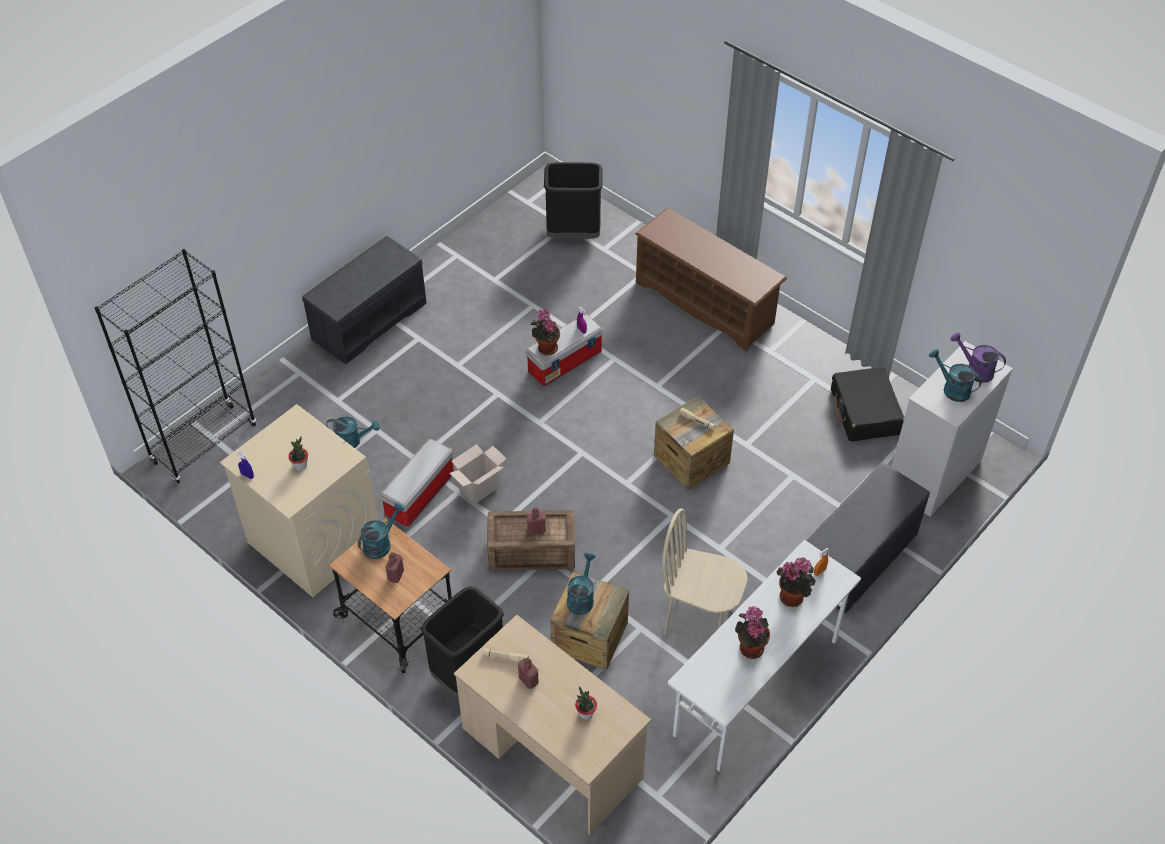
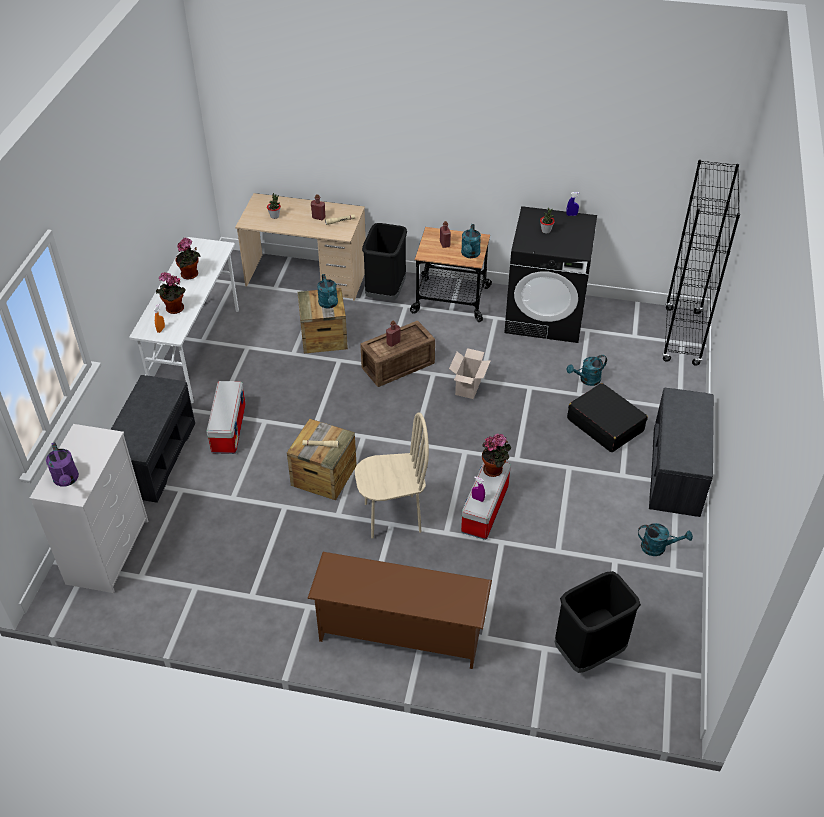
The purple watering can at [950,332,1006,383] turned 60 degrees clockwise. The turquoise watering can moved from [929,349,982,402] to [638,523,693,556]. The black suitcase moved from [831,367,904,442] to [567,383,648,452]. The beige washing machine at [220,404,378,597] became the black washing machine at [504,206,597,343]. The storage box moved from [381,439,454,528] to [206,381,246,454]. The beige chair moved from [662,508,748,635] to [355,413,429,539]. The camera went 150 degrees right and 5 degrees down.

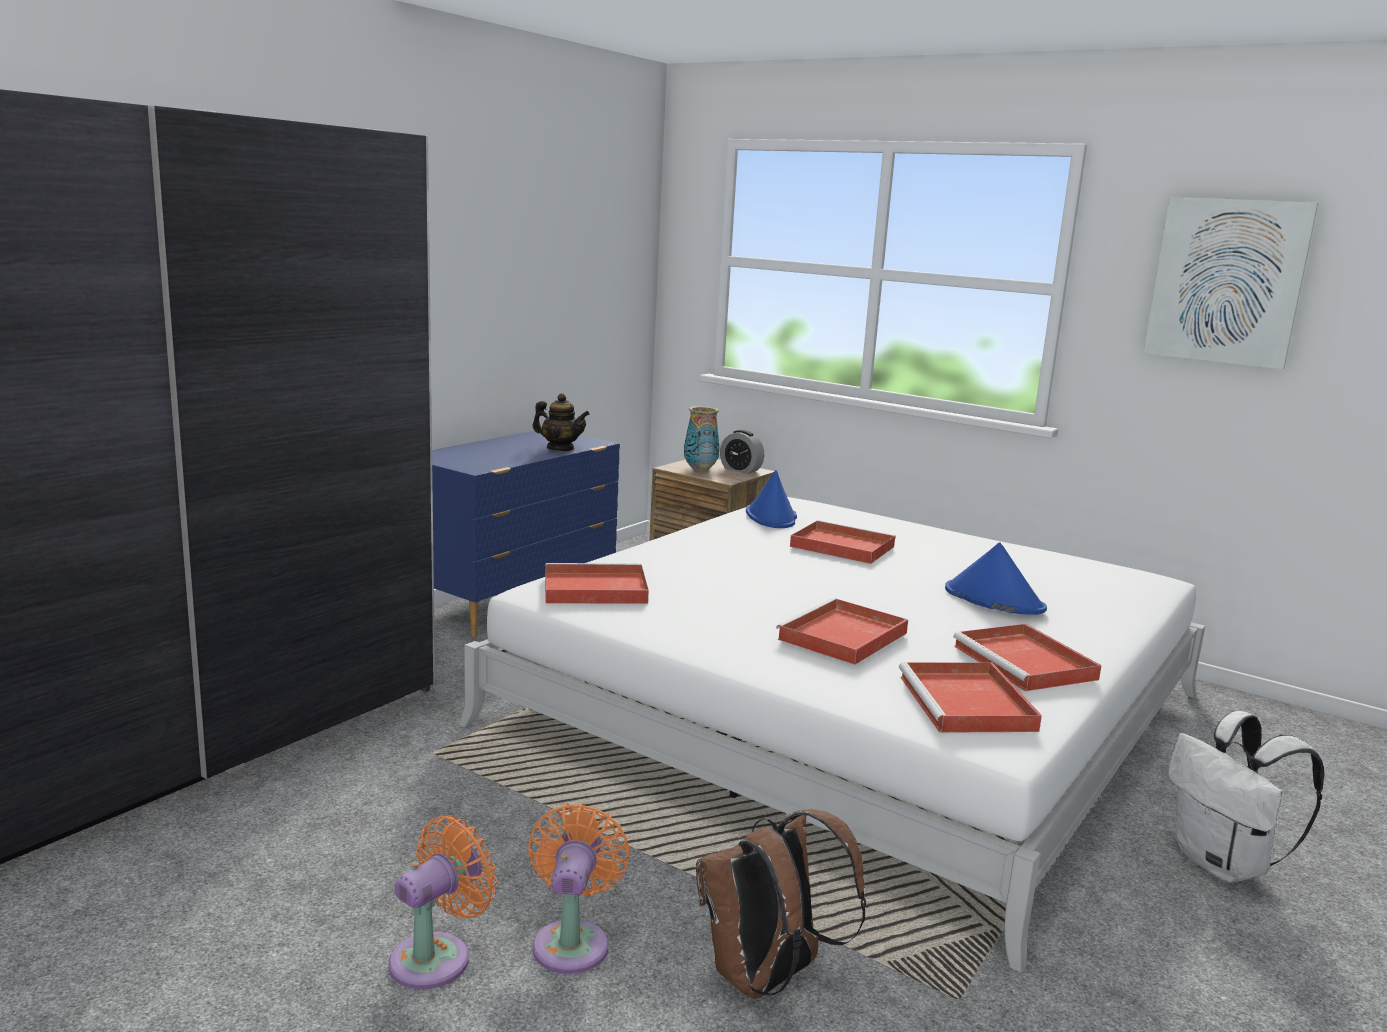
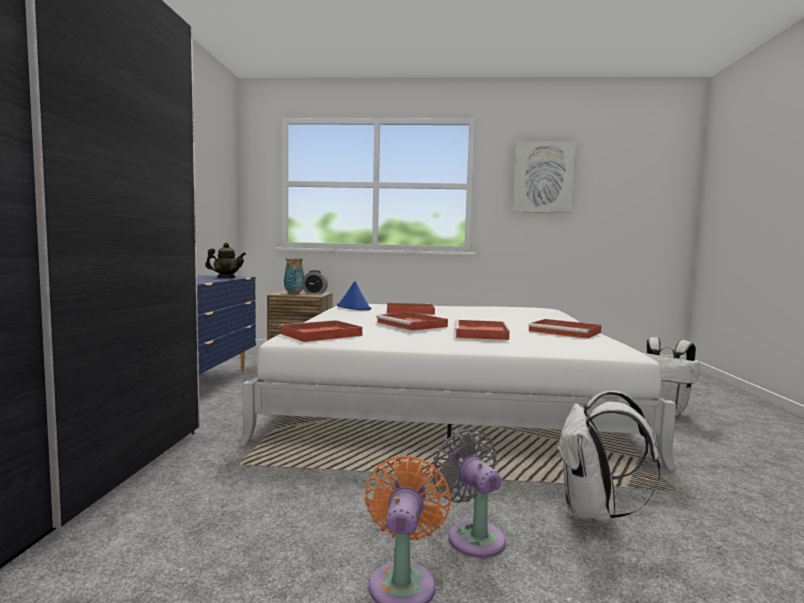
The blue hat at [945,542,1047,615] disappeared. The red tray moved from [899,662,1042,733] to [376,312,448,331]. The orange fan at [528,803,630,974] became the grey fan at [432,429,506,558]. The brown backpack at [696,809,866,999] became the white backpack at [557,391,661,524]. The camera went 30 degrees left and 10 degrees down.

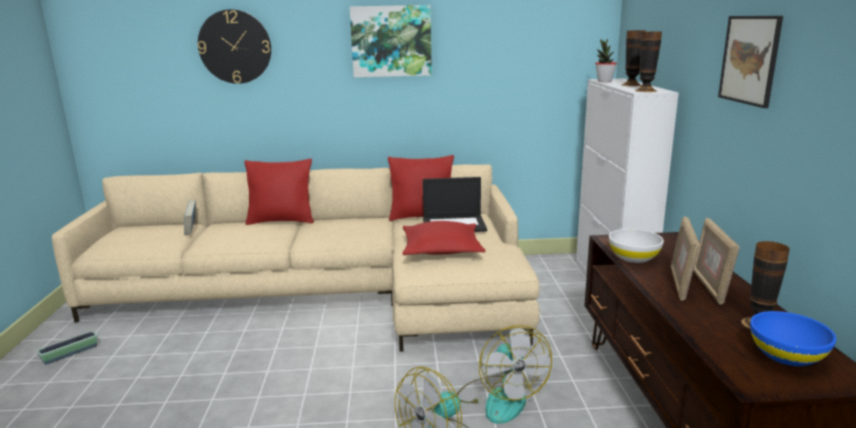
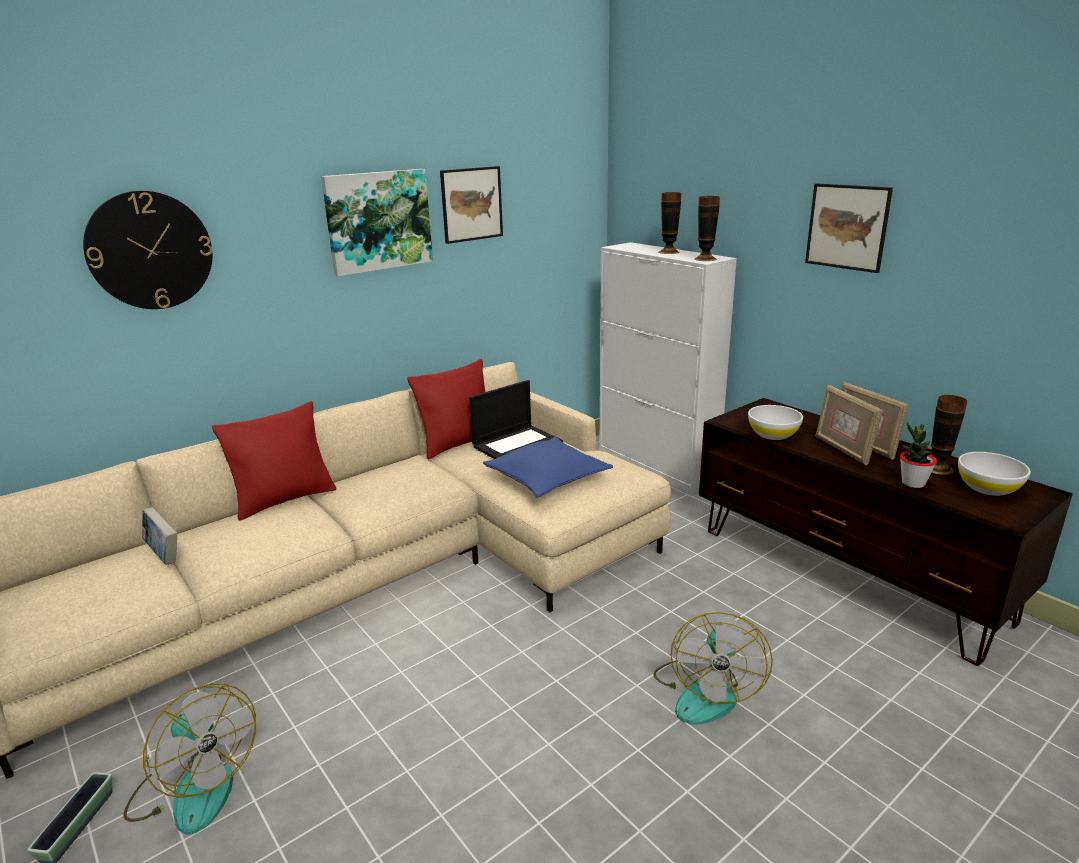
The potted plant moved from [595,39,617,82] to [900,422,937,488]. The red pillow at [402,221,485,255] became the blue pillow at [483,437,613,498]. The blue bowl at [750,311,836,366] became the white bowl at [958,452,1031,496]. The fan moved from [457,325,552,424] to [123,683,256,835]. The picture at [440,166,503,244] appeared. The camera went 35 degrees left and 5 degrees up.

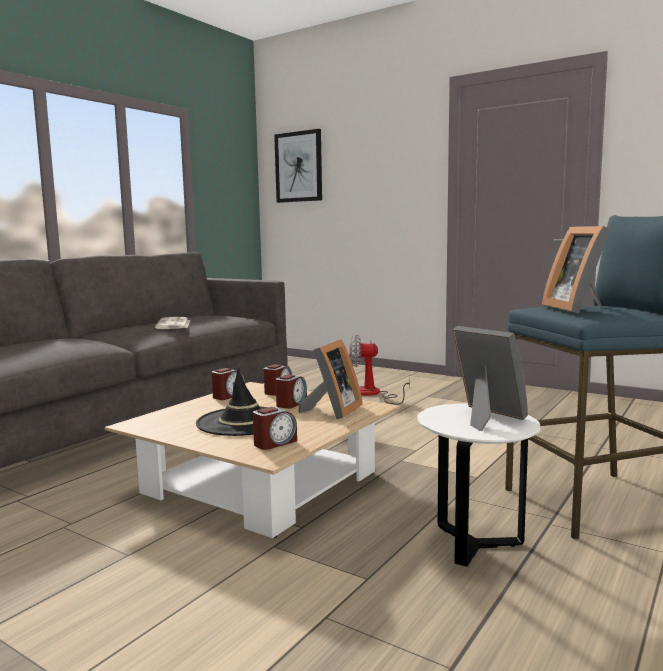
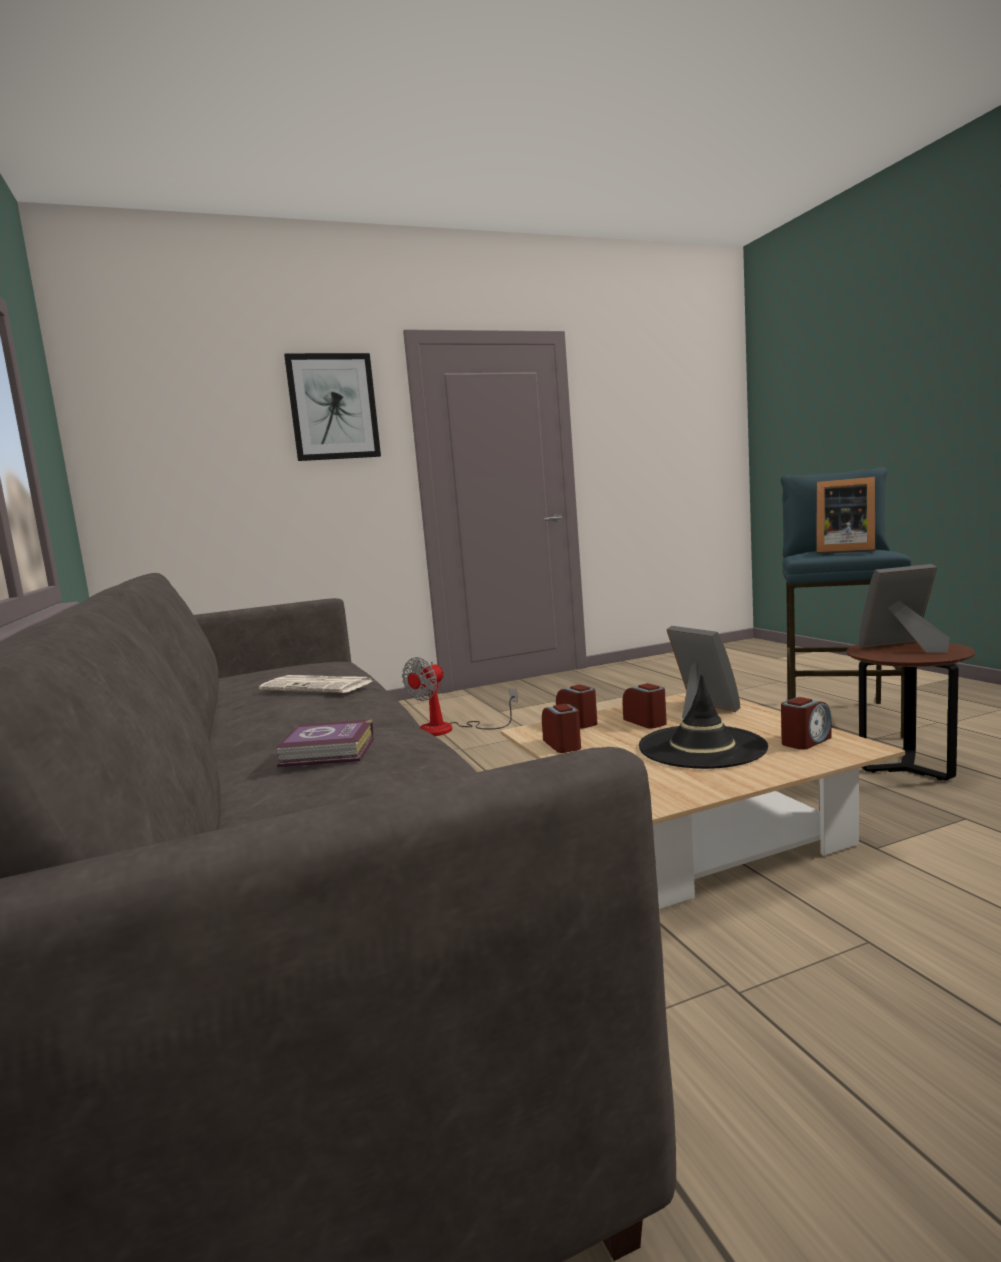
The picture moved from [274,129,322,203] to [284,353,381,461]. The white side table at [417,404,540,567] became the brown side table at [846,642,975,780]. The alarm clock at [253,407,297,450] turned 60 degrees clockwise. The book at [275,719,374,767] appeared. The camera went 55 degrees left and 0 degrees up.

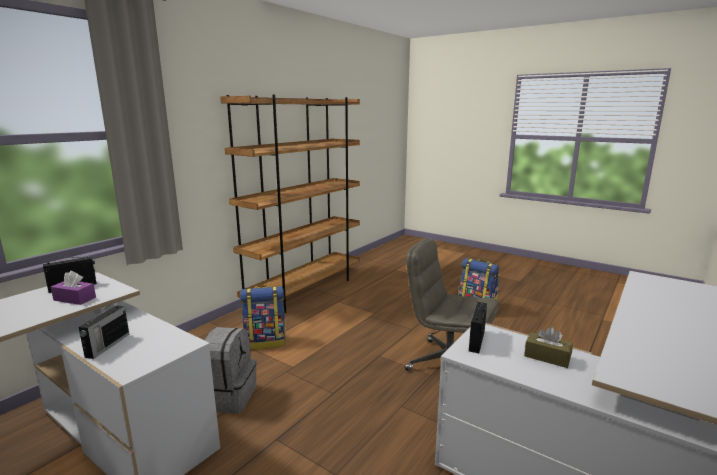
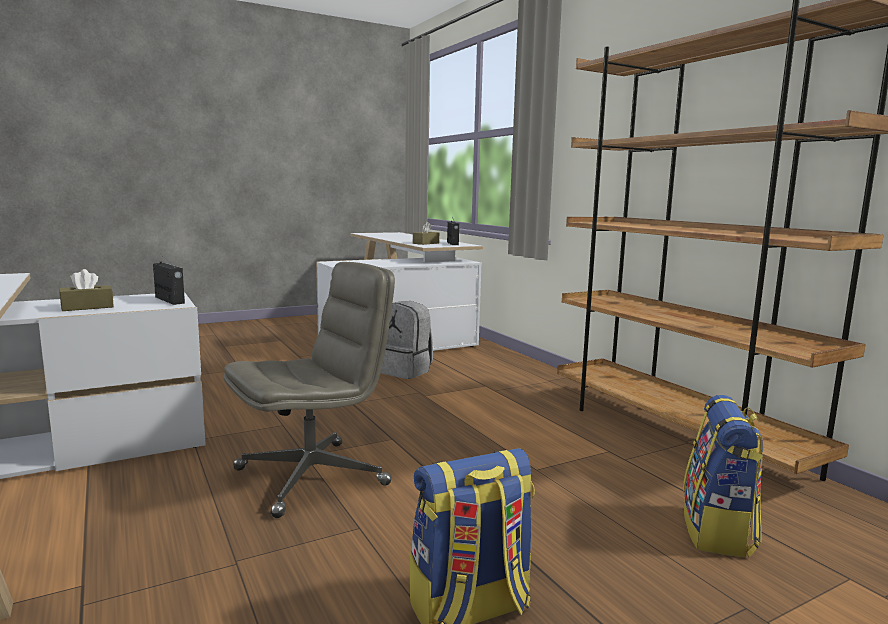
The purple tissue box at [51,271,96,305] became the brown tissue box at [413,222,439,245]. The backpack moved from [240,285,286,350] to [683,395,763,557]. The radio at [79,300,129,359] disappeared. The camera went 115 degrees right and 5 degrees down.

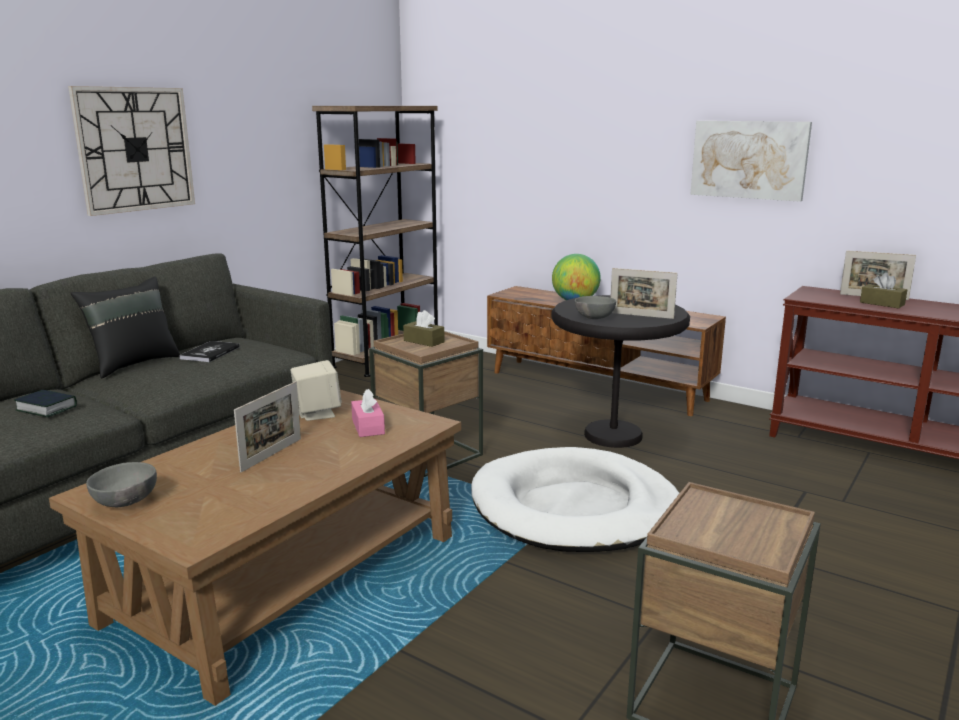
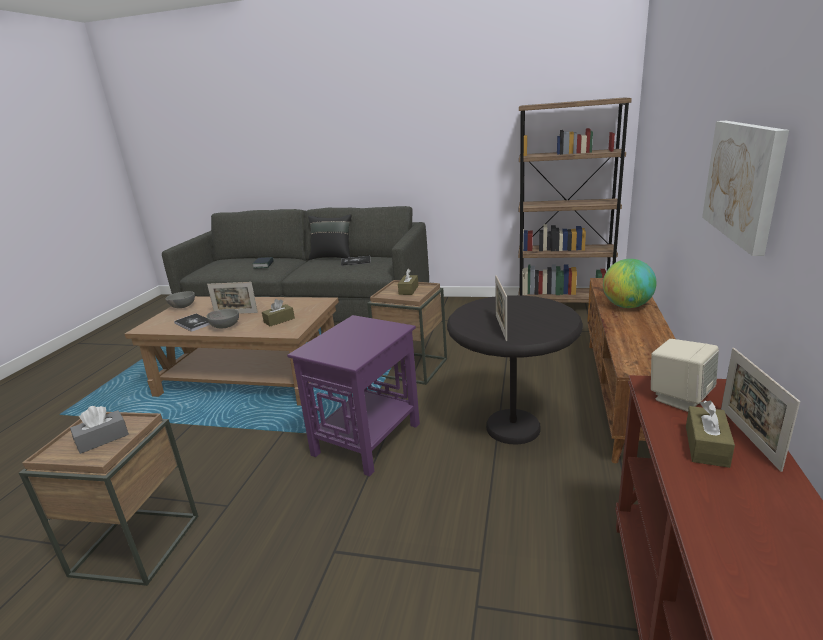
The wall clock at [68,86,195,216] disappeared. The grey bowl moved from [575,296,616,319] to [207,309,239,328]. The beige speaker moved from [291,360,342,421] to [651,339,719,412]. The pink tissue box at [351,389,385,437] became the brown tissue box at [262,299,295,326]. The white dog bed at [471,447,679,552] was replaced by the purple side table at [287,315,420,477]. The book at [174,314,210,332] appeared. The grey tissue box at [70,406,129,454] appeared. The camera went 70 degrees right and 5 degrees up.

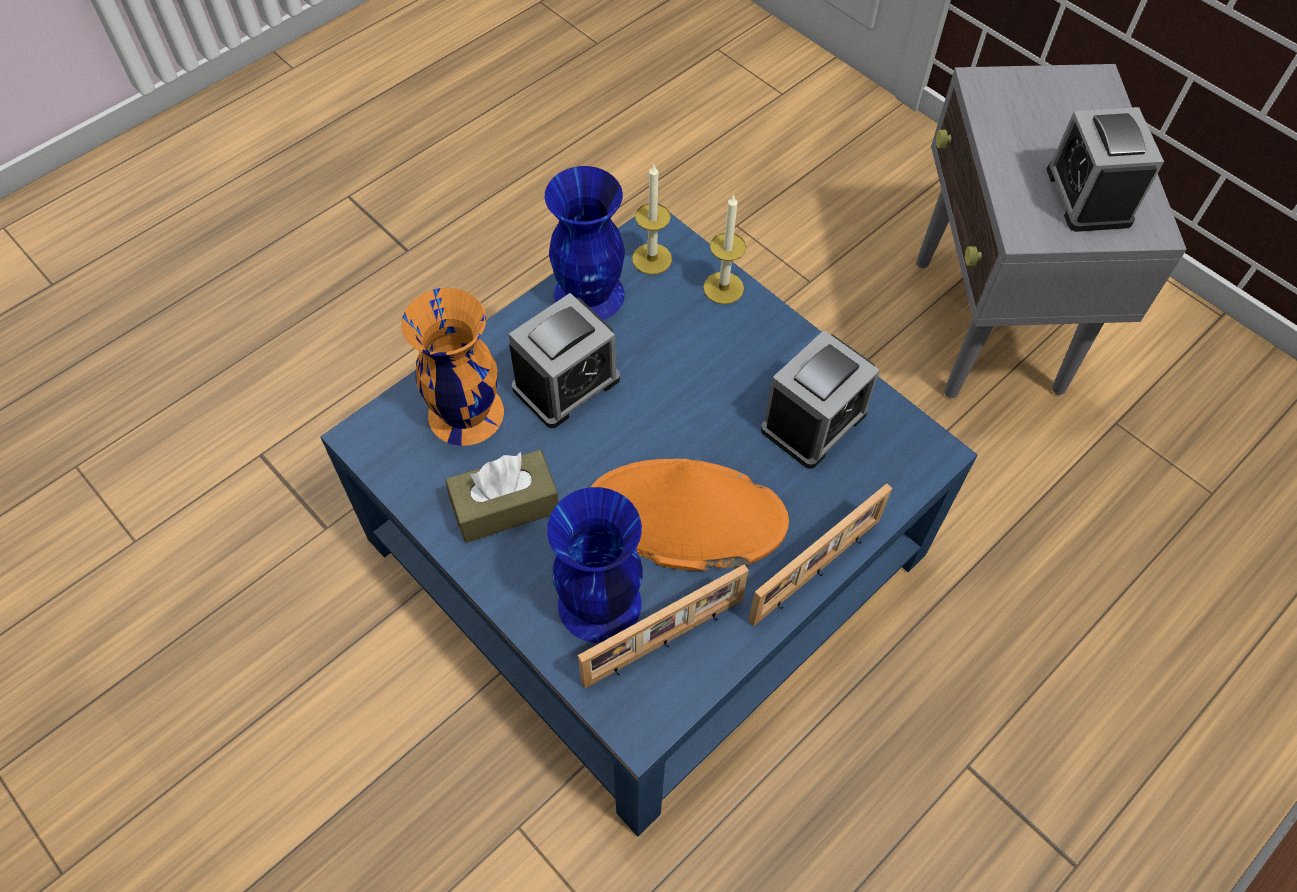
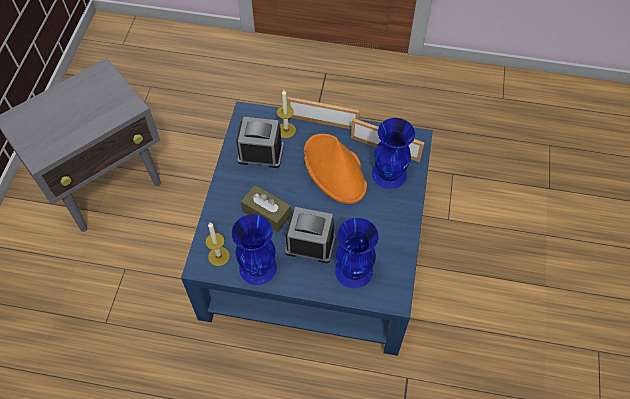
The alarm clock at [1046,107,1164,232] disappeared. The candle moved from [703,194,746,304] to [277,90,296,138]. The orange vase at [401,288,504,446] became the blue vase at [335,218,379,288]. The brown tissue box moved from [445,450,559,543] to [241,185,291,232]. The camera went 125 degrees left and 0 degrees up.

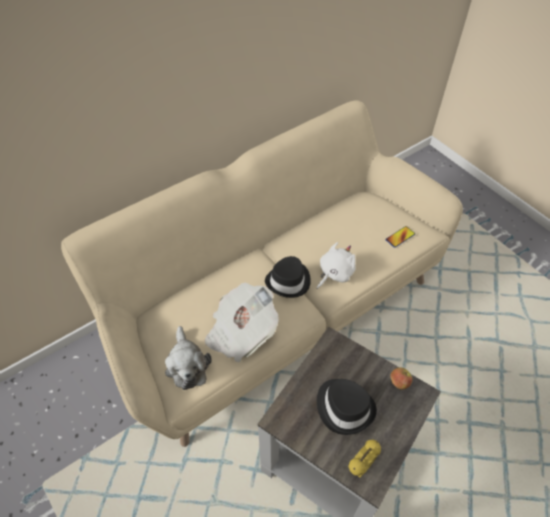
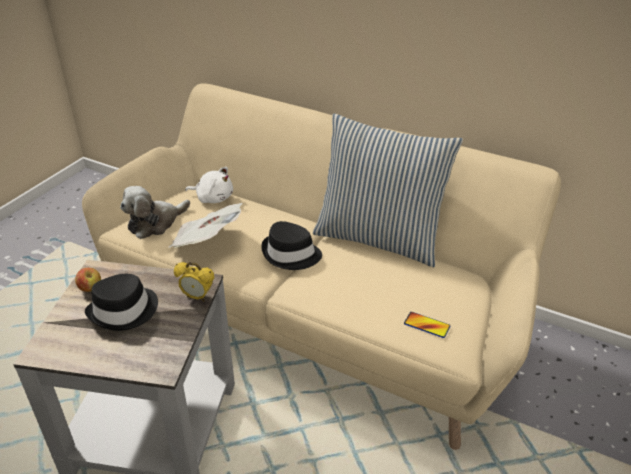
The white plush toy moved from [317,242,356,289] to [185,167,233,203]. The apple moved from [390,368,412,390] to [75,268,101,292]. The alarm clock moved from [348,440,381,478] to [174,262,214,301]. The pillow at [313,114,463,267] appeared. The camera went 65 degrees right and 15 degrees down.

